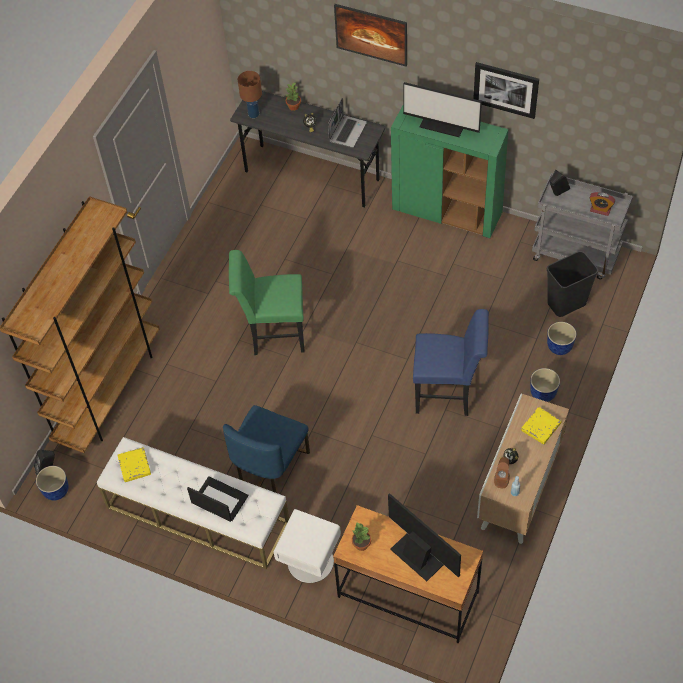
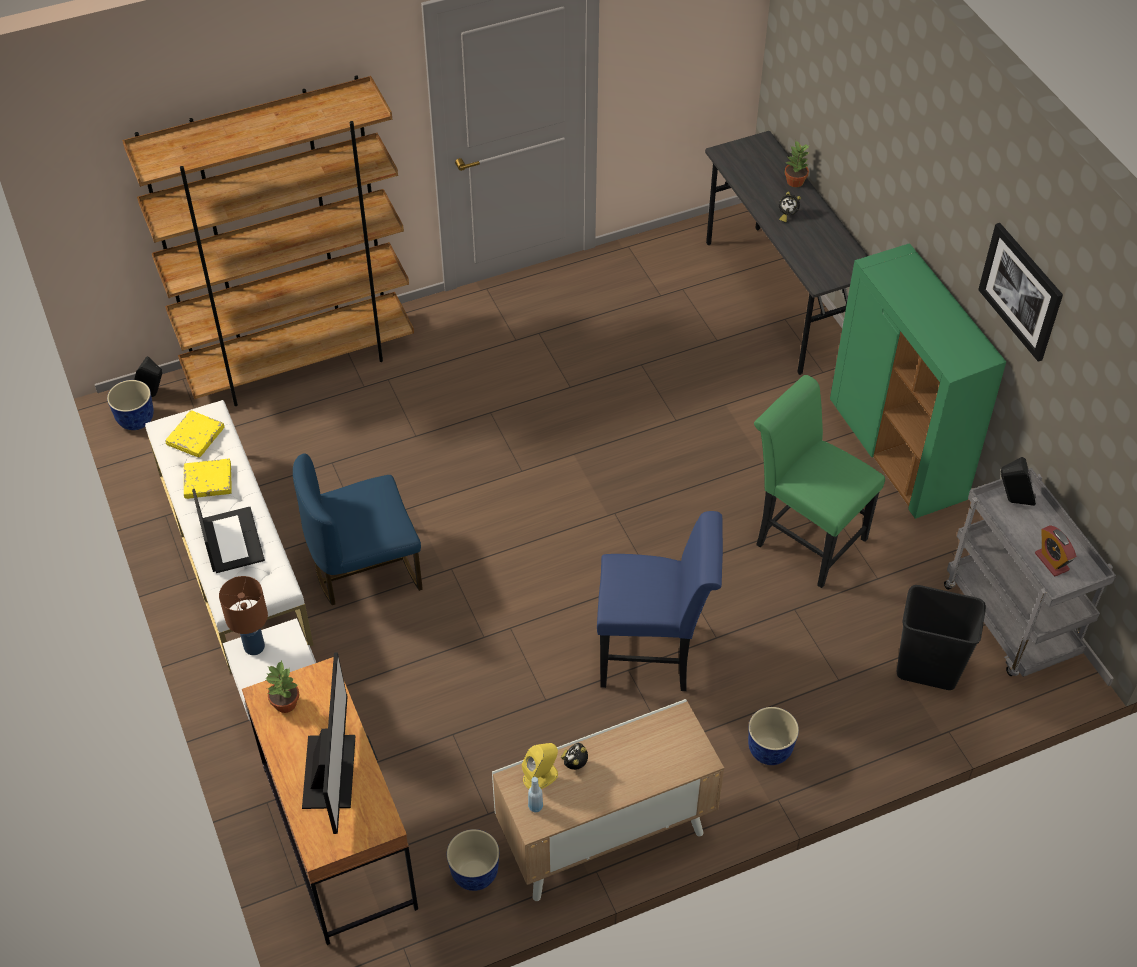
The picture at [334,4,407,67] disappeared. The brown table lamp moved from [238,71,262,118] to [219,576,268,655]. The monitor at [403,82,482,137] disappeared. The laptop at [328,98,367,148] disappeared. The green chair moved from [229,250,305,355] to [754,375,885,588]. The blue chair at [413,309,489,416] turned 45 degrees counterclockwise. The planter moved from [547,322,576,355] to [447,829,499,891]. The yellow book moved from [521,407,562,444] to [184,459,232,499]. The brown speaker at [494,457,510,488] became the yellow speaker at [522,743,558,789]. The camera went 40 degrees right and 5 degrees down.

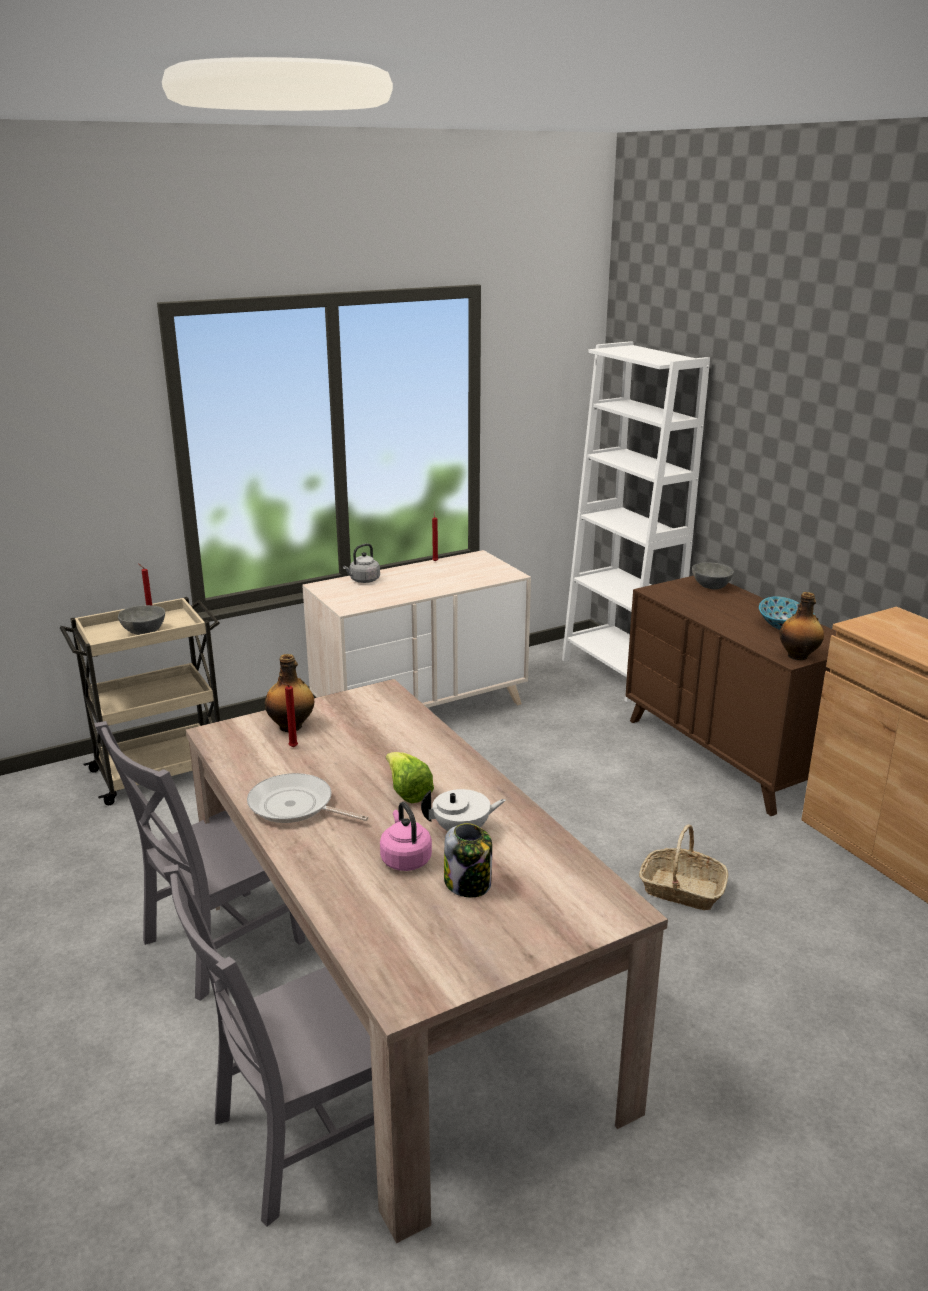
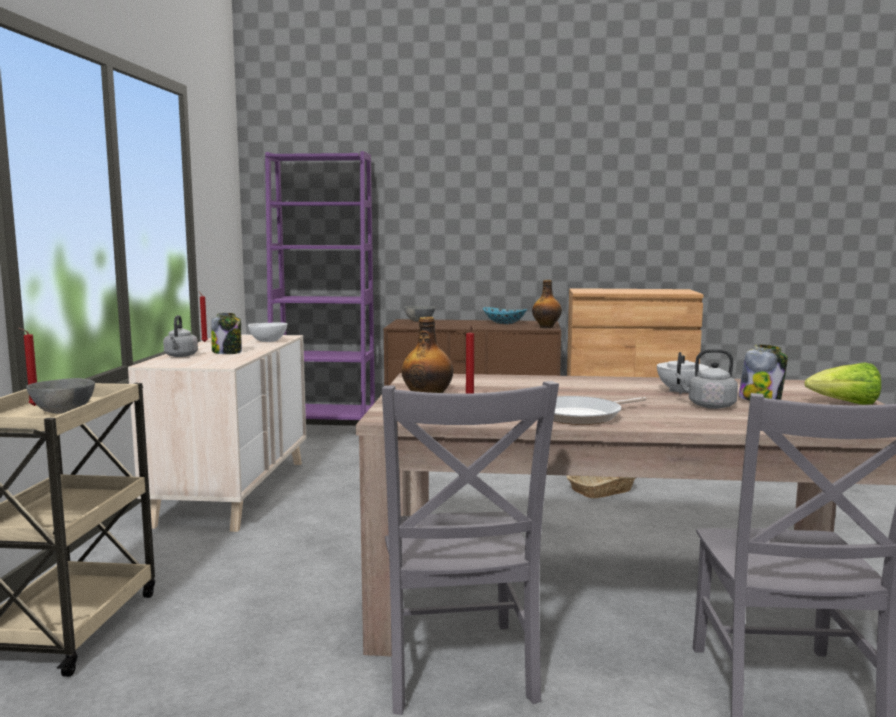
The white bookcase at [562,341,710,702] became the purple bookcase at [265,151,375,420]. The lettuce moved from [386,752,434,803] to [805,362,881,405]. The pink kettle at [380,802,432,871] became the grey kettle at [676,349,738,409]. The jar at [211,313,242,354] appeared. The white bowl at [248,323,287,342] appeared. The camera went 55 degrees left and 15 degrees down.

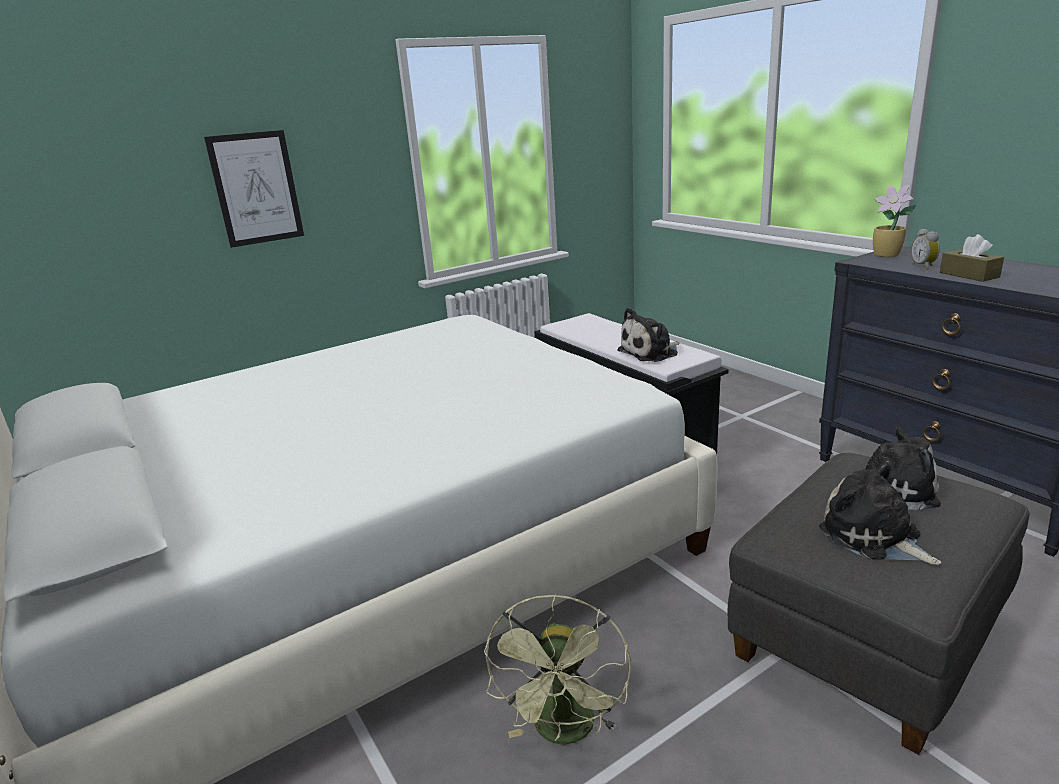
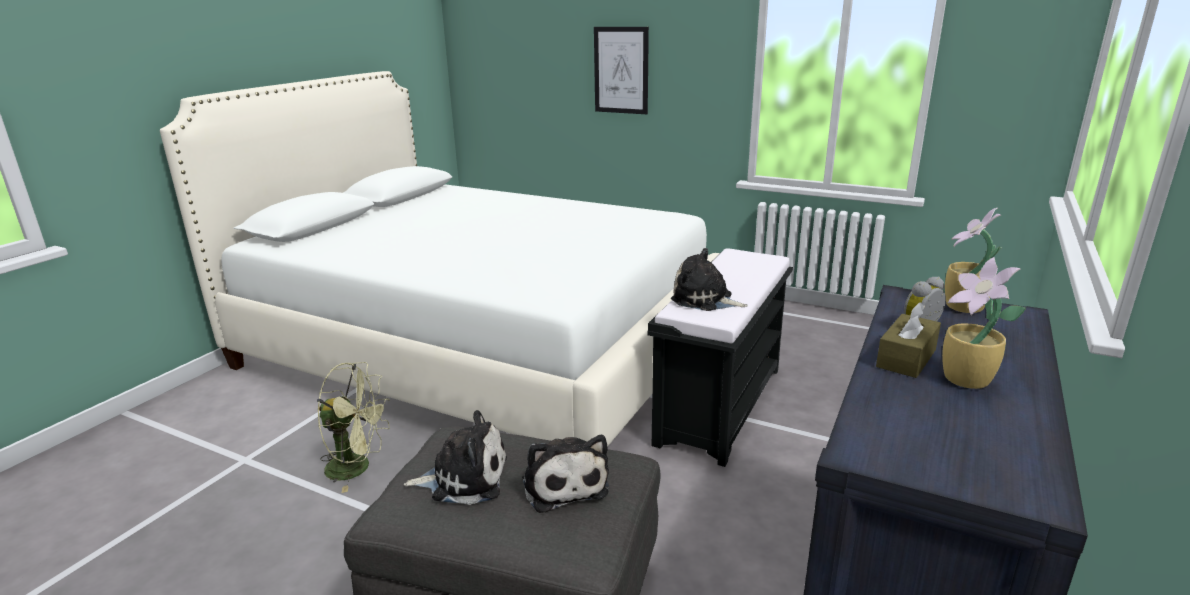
The plush toy at [819,461,941,565] turned 60 degrees clockwise. The green fan at [484,594,631,745] turned 150 degrees counterclockwise. The potted plant at [942,257,1026,389] appeared. The camera went 60 degrees right and 0 degrees up.

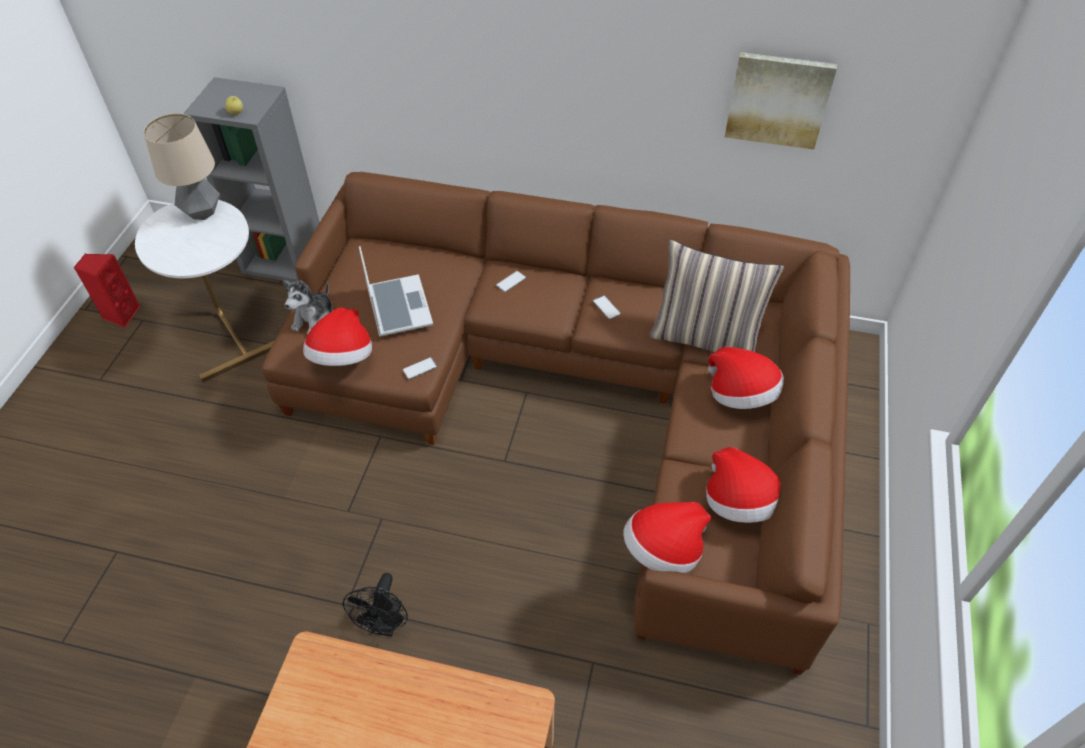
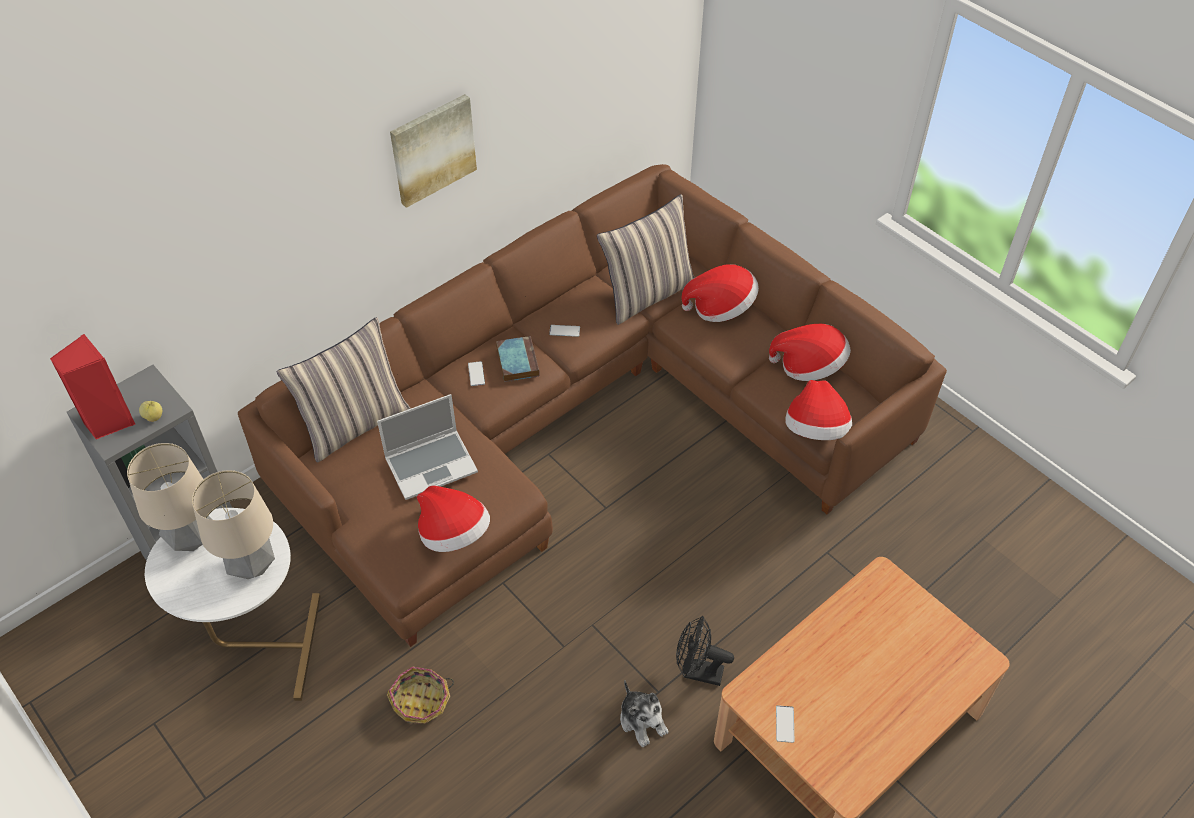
The picture moved from [725,52,837,150] to [390,94,477,208]. The laptop at [359,246,433,337] turned 135 degrees clockwise. The red speaker moved from [73,254,140,327] to [50,334,135,439]. The plush toy moved from [283,280,333,335] to [620,680,668,747]. The phone moved from [403,357,437,379] to [776,705,794,743]. The black fan at [343,573,408,637] turned 150 degrees clockwise. The pillow at [277,317,411,463] appeared. The book at [496,336,540,382] appeared. The table lamp at [192,470,275,579] appeared. The basket at [387,666,454,724] appeared. The camera went 55 degrees left and 0 degrees up.

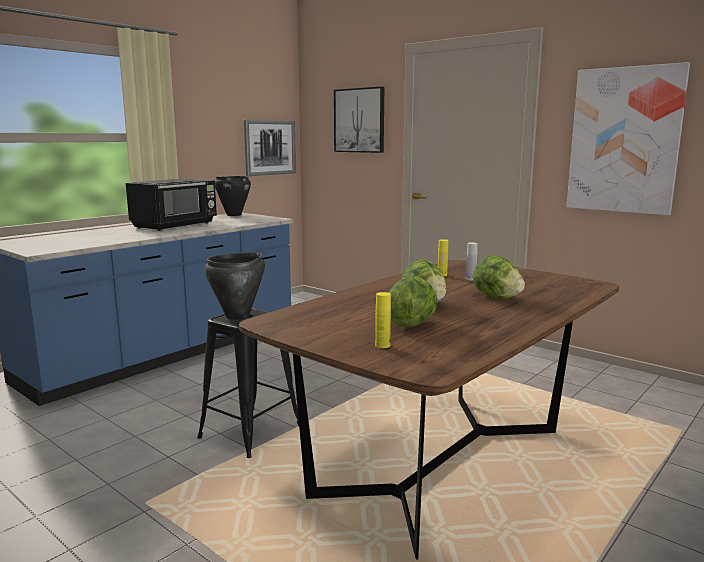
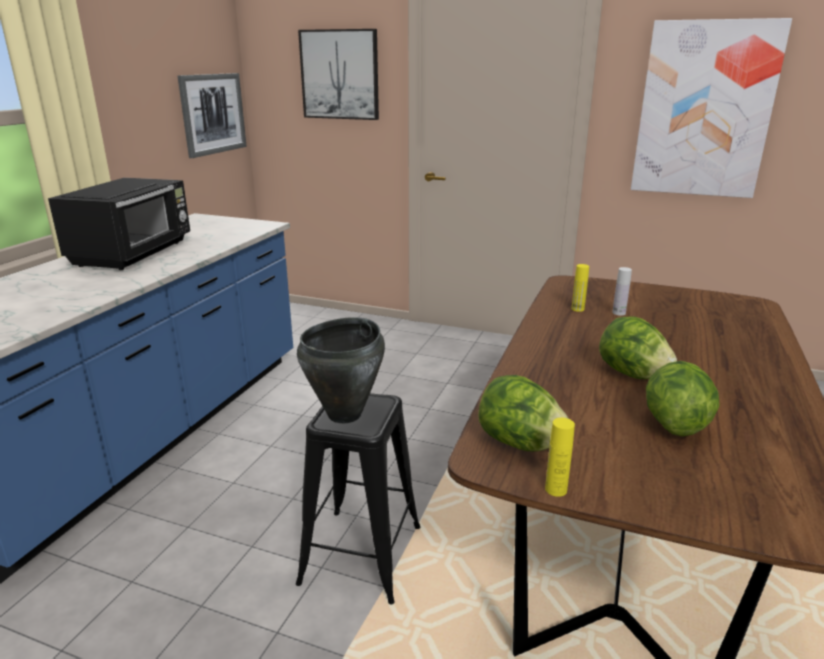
The black cooking pot at [215,176,251,216] disappeared. The lettuce moved from [473,255,525,299] to [478,375,569,452]. The yellow bottle moved from [375,292,391,348] to [545,418,575,497]. The camera went 20 degrees left and 10 degrees up.

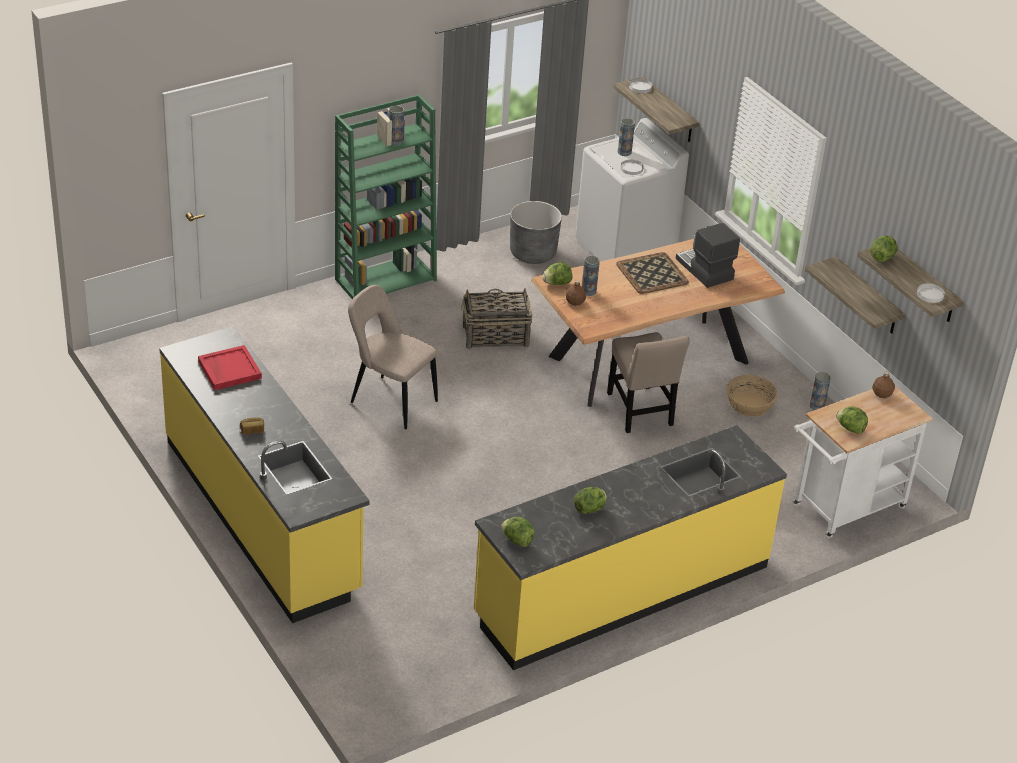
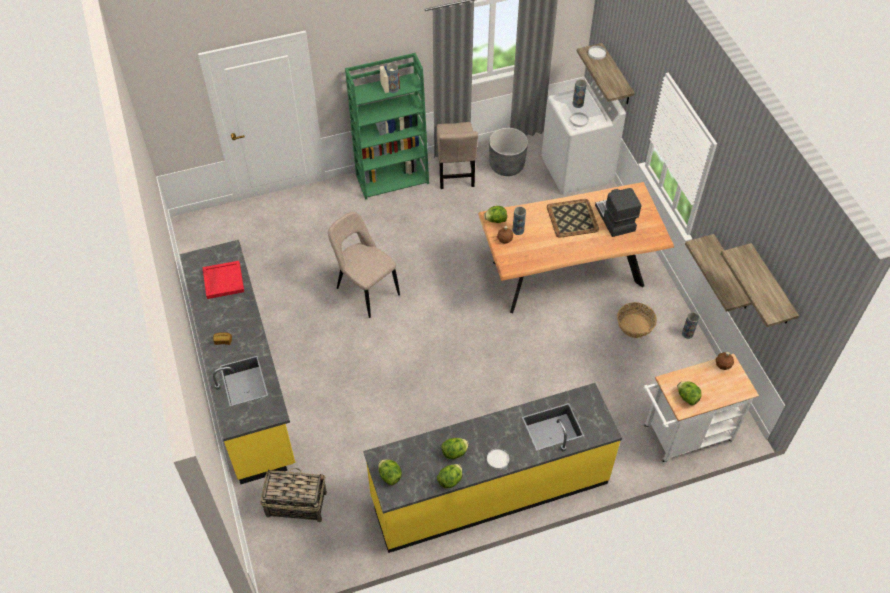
The lettuce moved from [870,235,898,262] to [437,464,462,488]. The white plate moved from [917,283,945,303] to [487,448,510,470]. The basket moved from [461,288,532,349] to [260,468,327,522]. The beige chair moved from [607,332,690,433] to [437,122,478,189]. The camera went 15 degrees right and 15 degrees up.

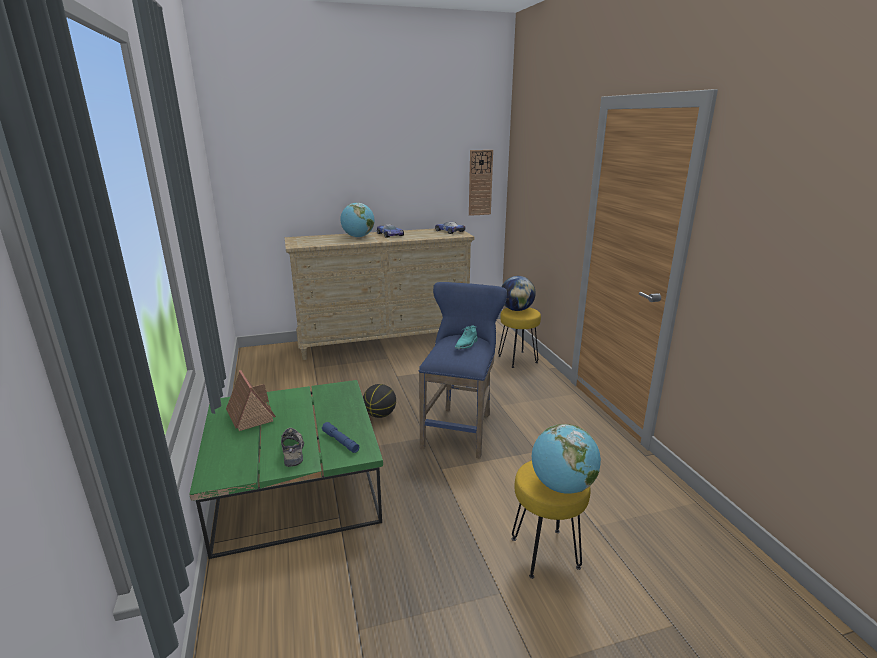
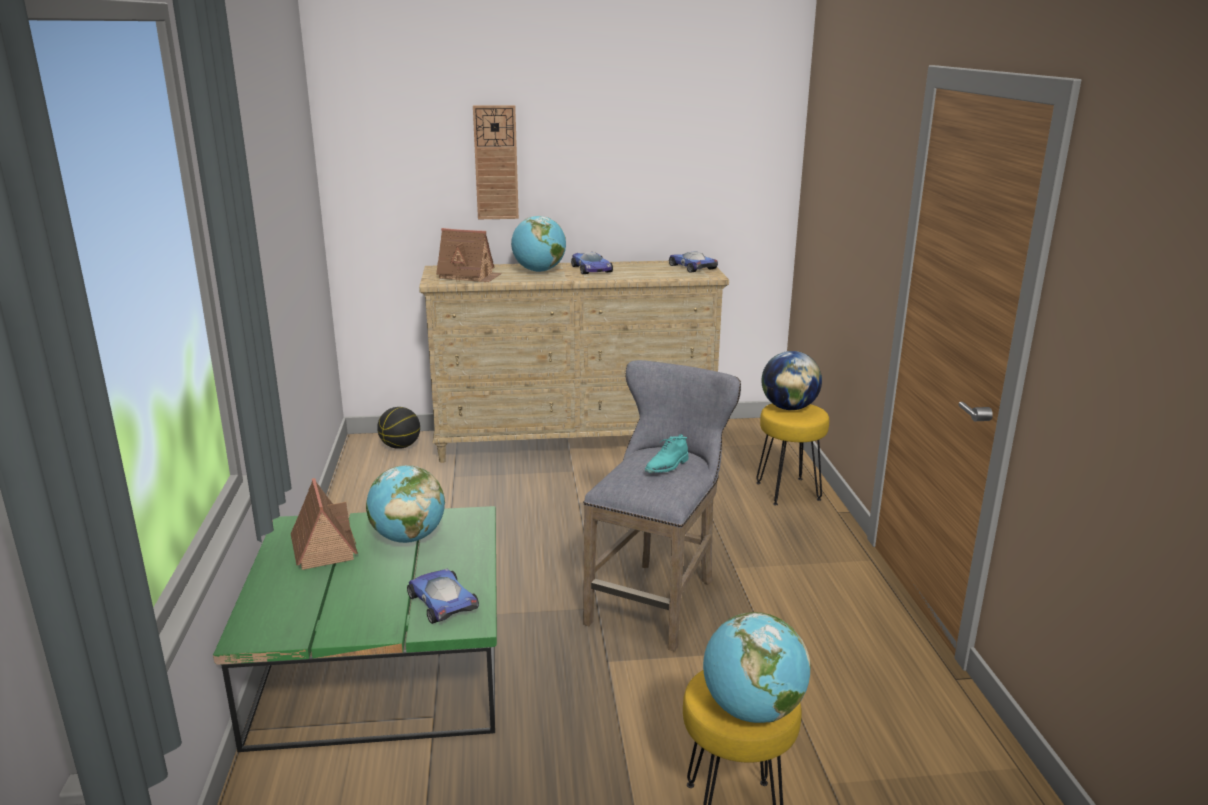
The wall clock moved from [469,150,493,216] to [473,105,519,219]. The blue stool at [419,282,507,459] became the grey stool at [583,360,741,652]. The basketball moved from [363,384,396,418] to [377,407,420,449]. The blue flashlight at [322,422,359,453] was replaced by the toy car at [407,569,479,624]. The shoe at [281,428,304,467] disappeared. The toy house at [436,228,502,282] appeared. The globe at [366,465,445,543] appeared. The camera went 10 degrees right and 0 degrees up.

